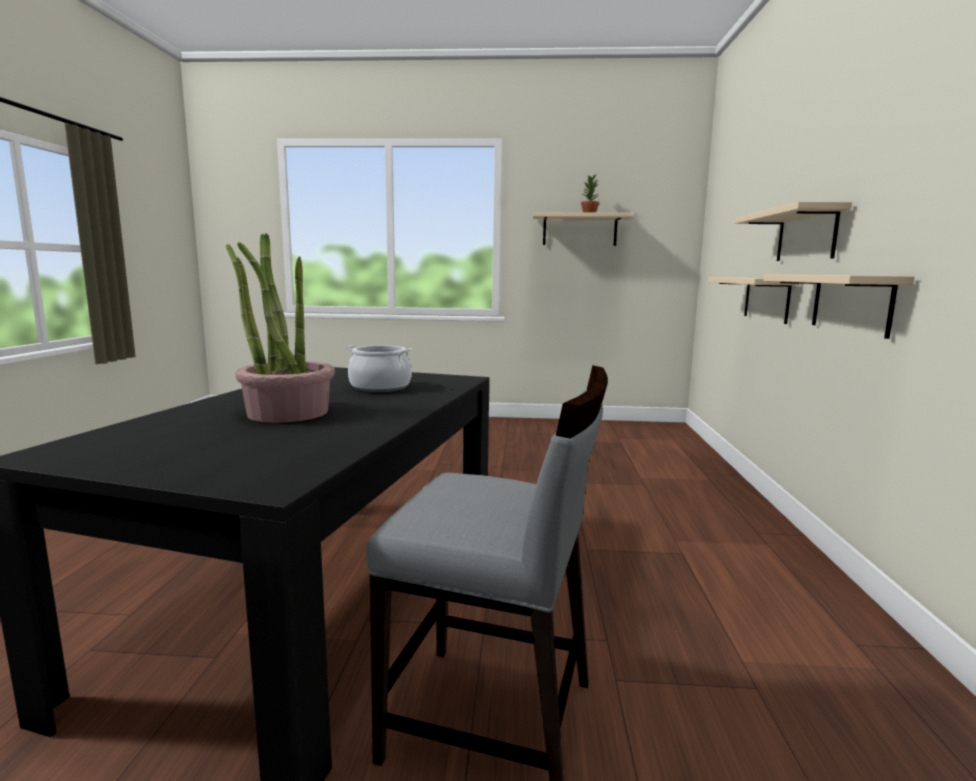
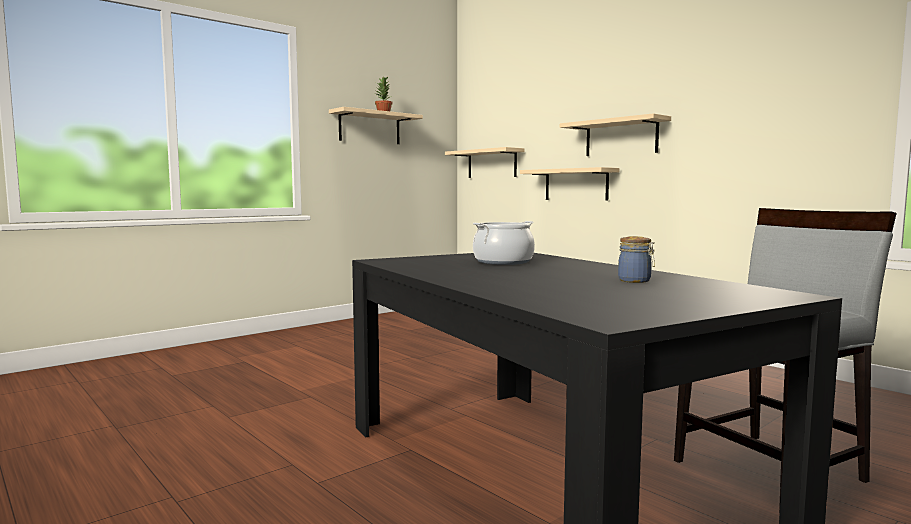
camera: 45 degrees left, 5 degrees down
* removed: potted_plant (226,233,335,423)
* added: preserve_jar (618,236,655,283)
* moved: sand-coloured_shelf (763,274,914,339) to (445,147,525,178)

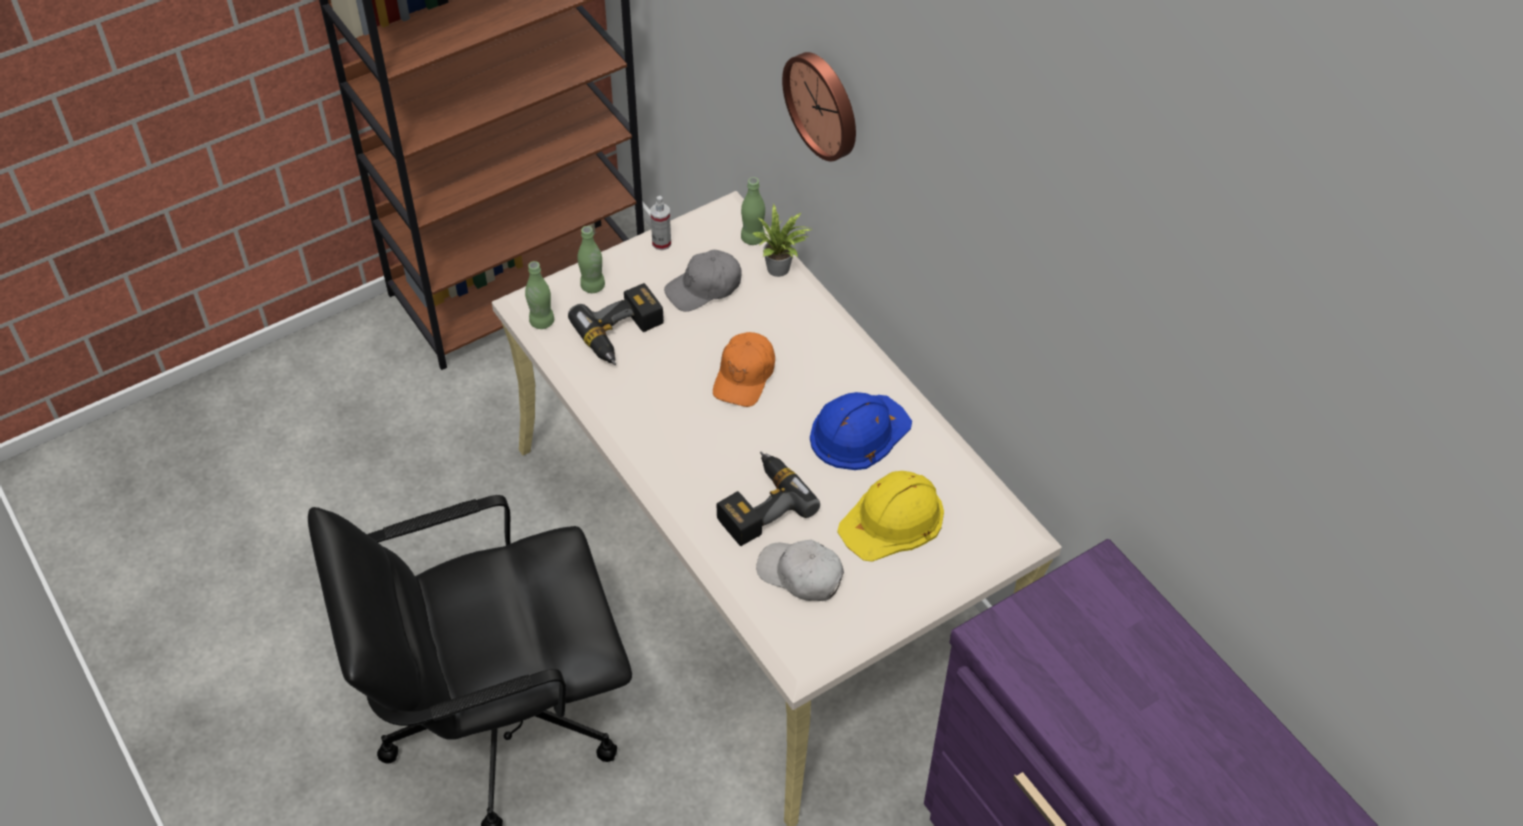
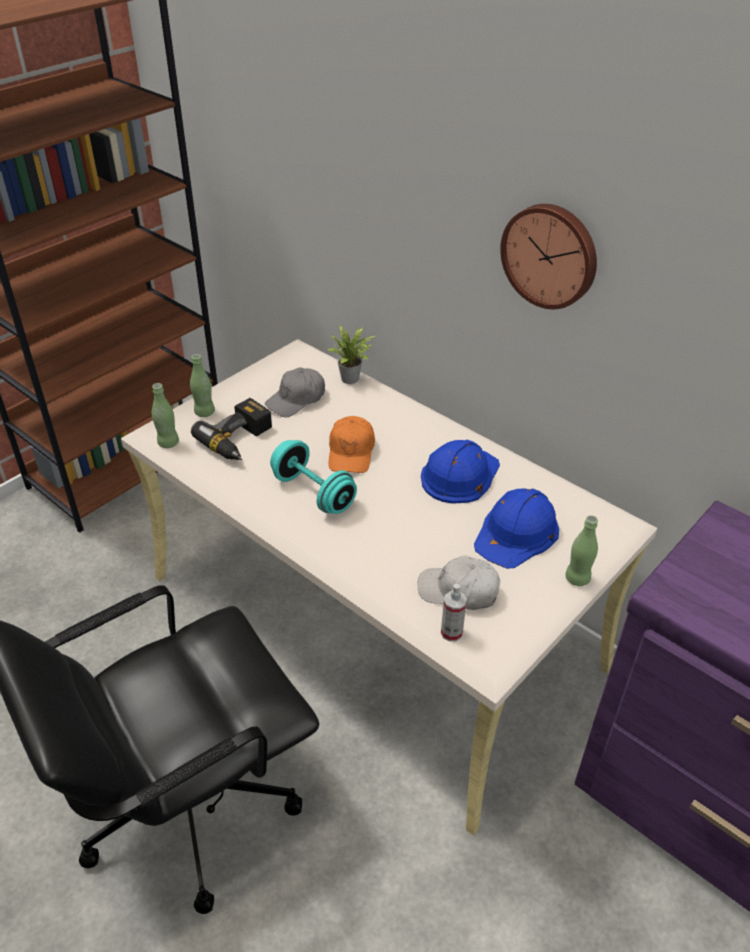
camera: 15 degrees left, 10 degrees down
* removed: electric_drill (717,452,820,546)
* added: blue-green_hand_weight (270,440,357,514)
* moved: hand_sprayer (650,196,671,250) to (441,584,467,641)
* moved: green-coloured_beverage_bottle (741,177,765,245) to (565,515,598,586)
* moved: wall_clock (782,52,856,161) to (500,204,597,309)
* recoloured: yellow-coloured_hard_hat (837,471,944,562) to blue_hard_hat (474,488,559,569)

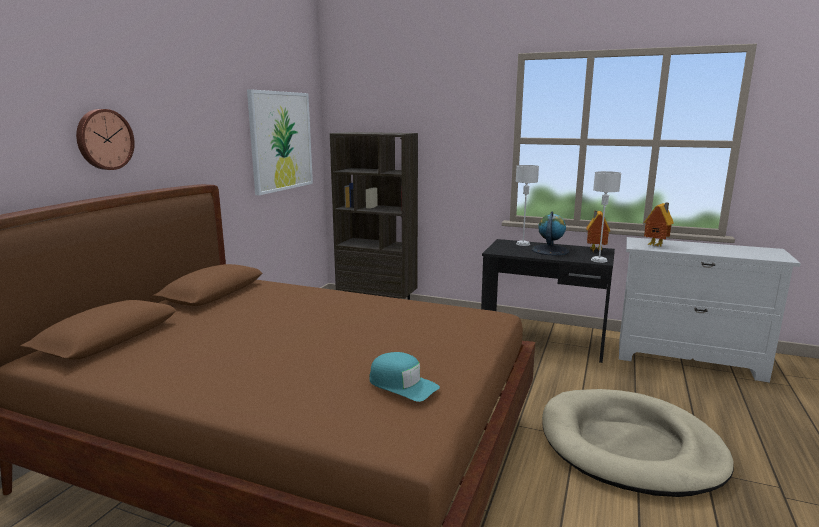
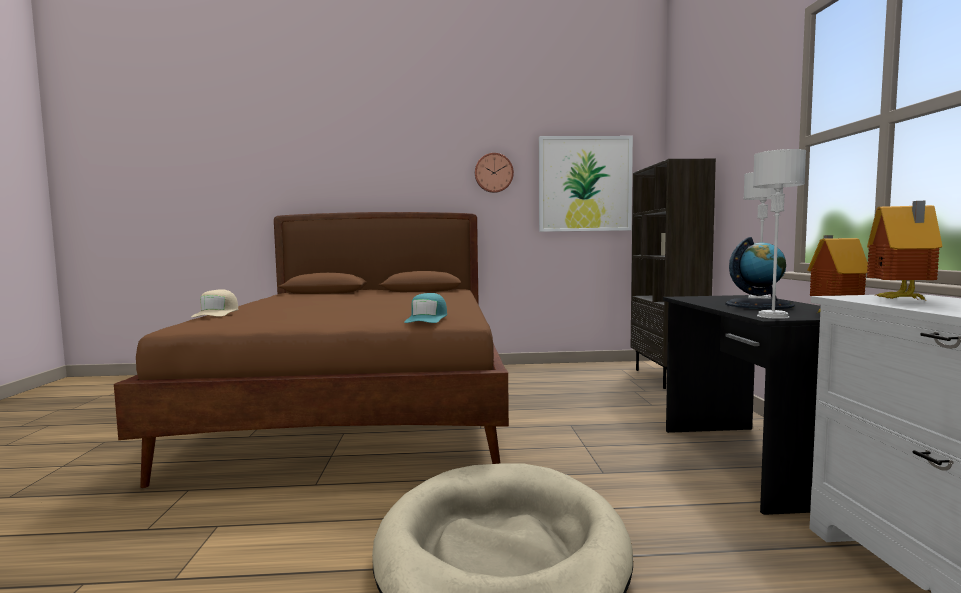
camera: 65 degrees right, 10 degrees down
* added: sand-coloured_baseball_cap (191,289,238,317)
* moved: wall_clock (76,109,135,170) to (475,153,514,193)
* moved: blue-green_baseball_cap (369,352,440,402) to (405,293,447,323)

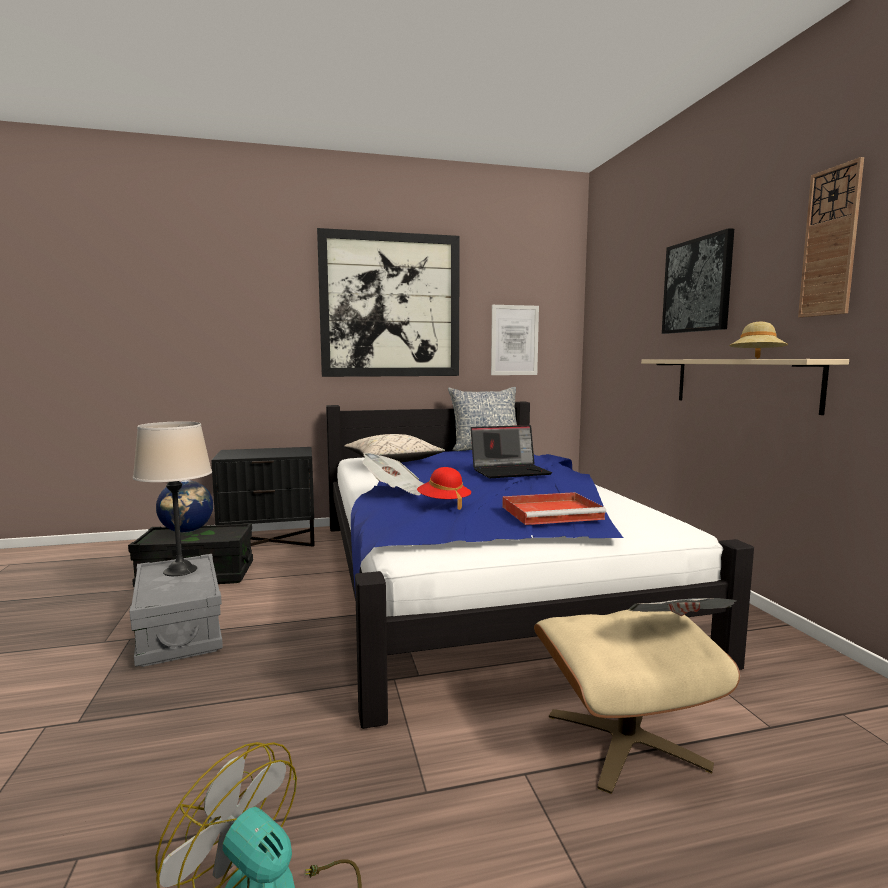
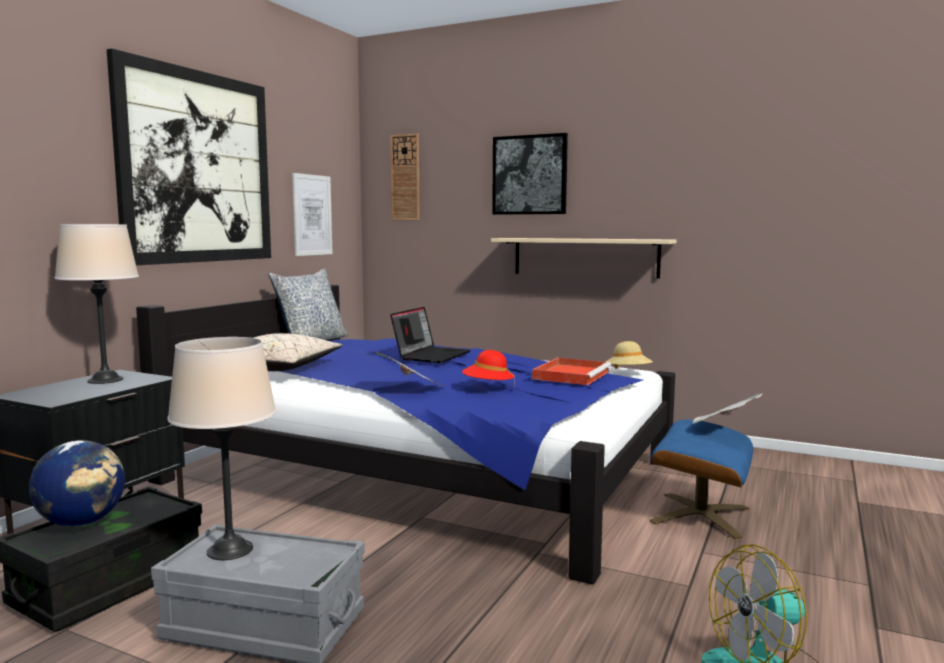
camera: 50 degrees left, 0 degrees up
* added: sand-coloured_tabletop_lamp (54,224,139,384)
* moved: sand-coloured_clothing_hat (729,322,788,359) to (605,341,653,369)
* moved: wall_clock (798,157,864,318) to (390,134,420,220)
* recoloured: sand-coloured_ottoman (534,609,740,794) to blue_ottoman (650,419,753,539)

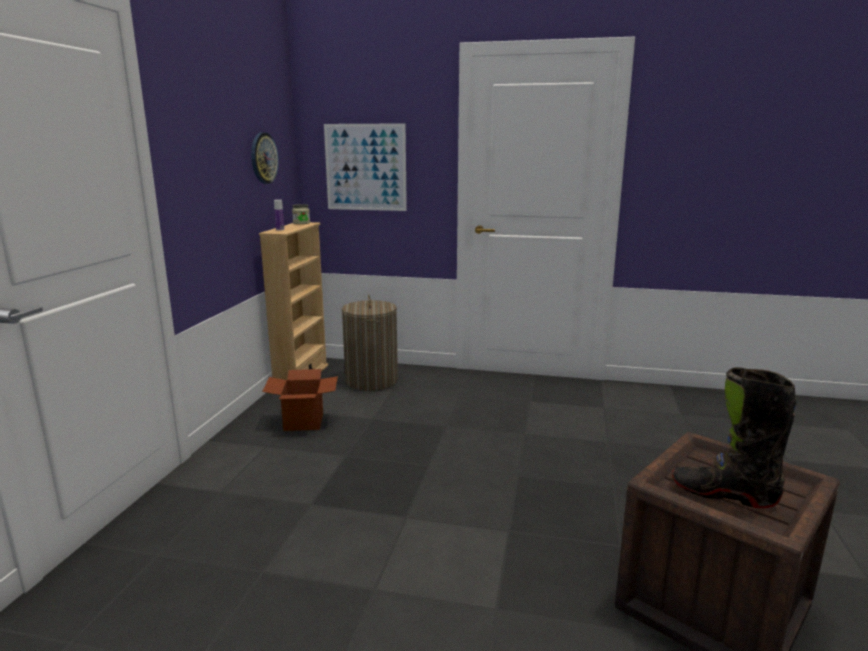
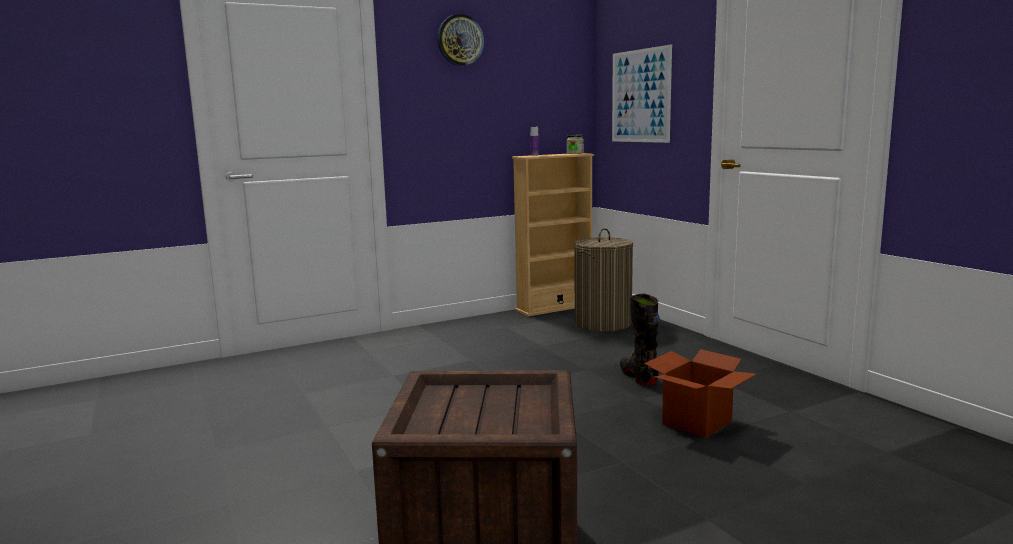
camera: 50 degrees right, 5 degrees down
* moved: wall_clock (251,132,279,184) to (437,14,485,66)
* moved: packing_box (262,369,338,431) to (644,349,756,438)
* moved: black-coloured_tall_boot (672,367,797,508) to (620,294,660,385)

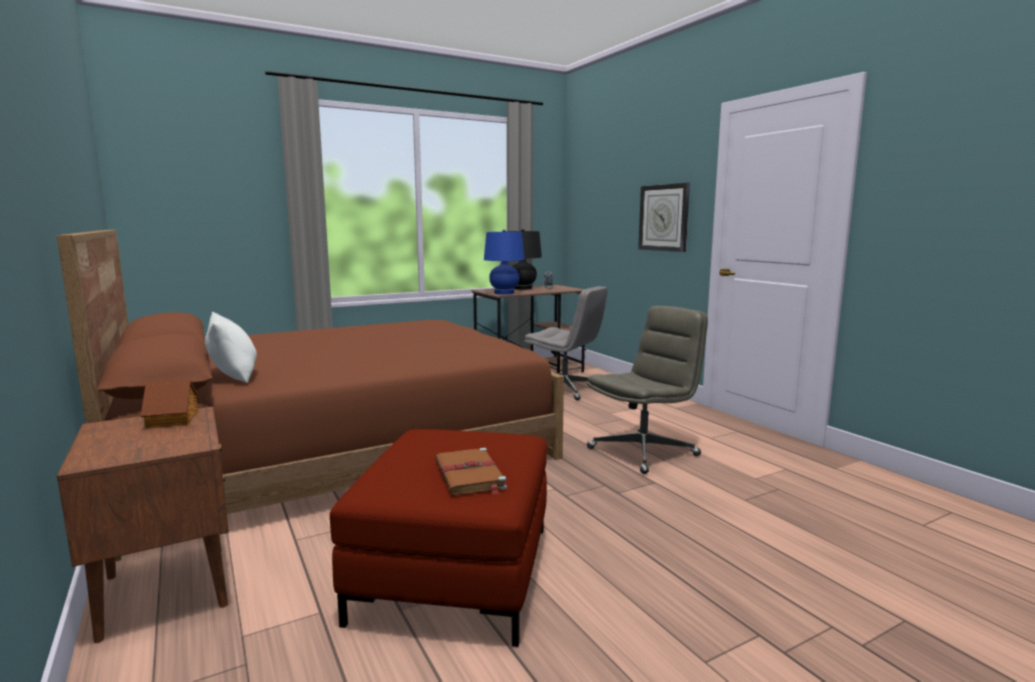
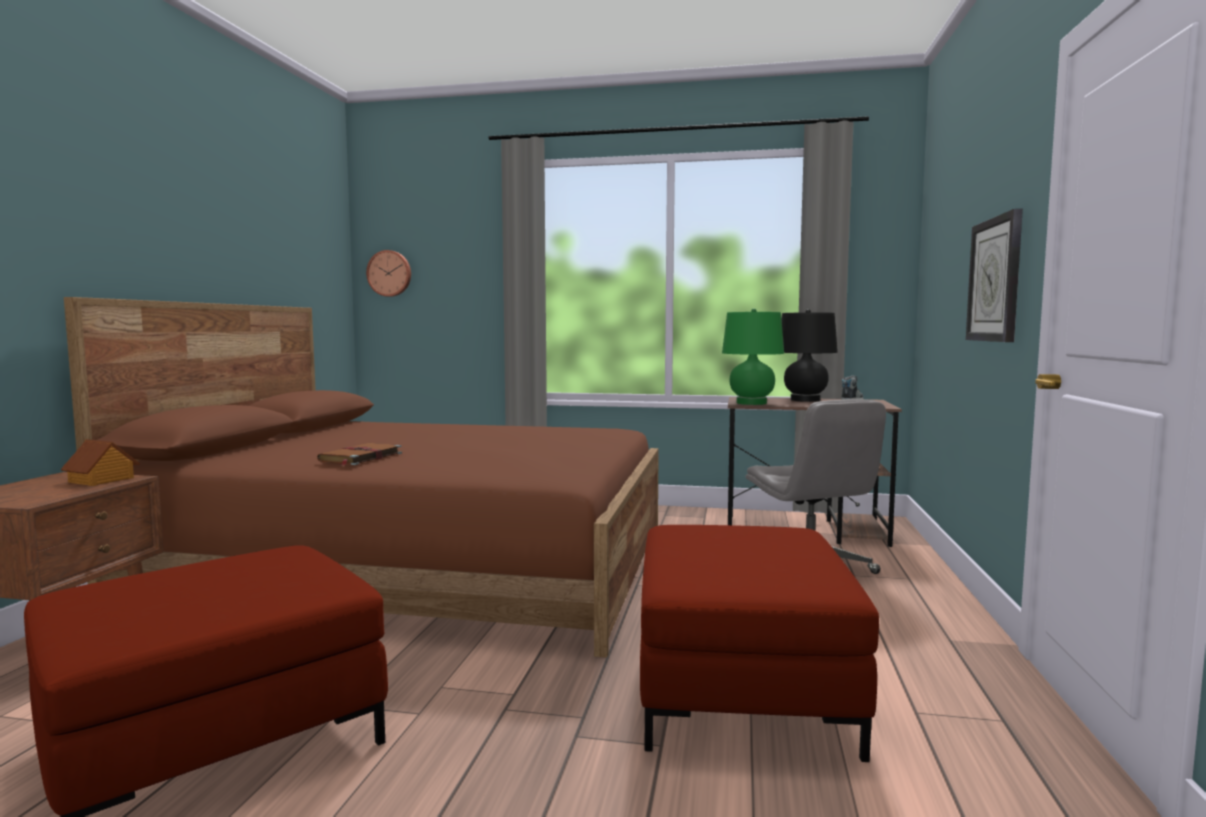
camera: 40 degrees right, 5 degrees down
* removed: white_throw_pillow (205,312,257,383)
* added: wall_clock (366,250,411,297)
* moved: brown_volume (435,448,507,495) to (317,443,402,466)
* replaced: grey_desk_chair (587,306,708,474) to red_ottoman (640,525,879,762)
* recoloured: blue_tabletop_lamp (484,229,525,295) to green-coloured_tabletop_lamp (722,308,784,405)

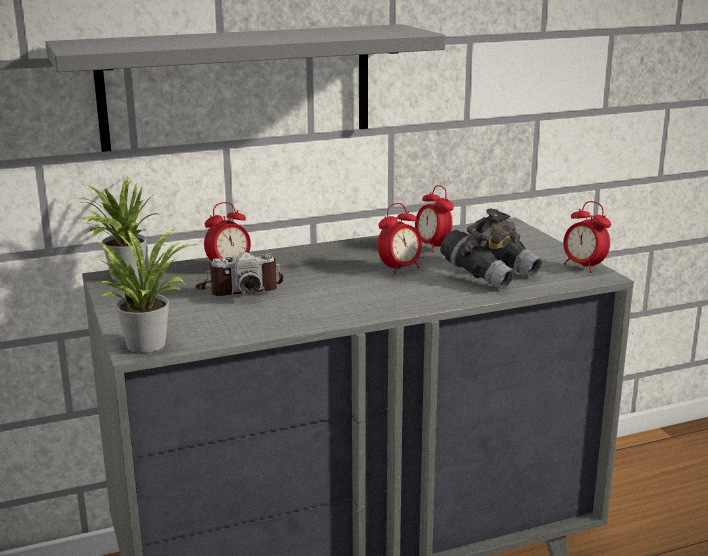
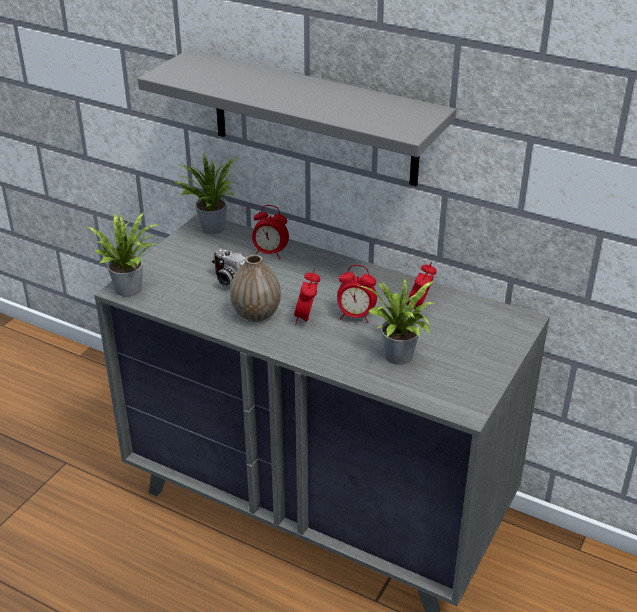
camera: 50 degrees right, 15 degrees up
* added: vase (230,254,281,322)
* moved: bedside_clock (563,201,611,273) to (294,269,320,326)
* replaced: grey_binoculars (440,208,542,290) to potted_plant (356,277,436,365)

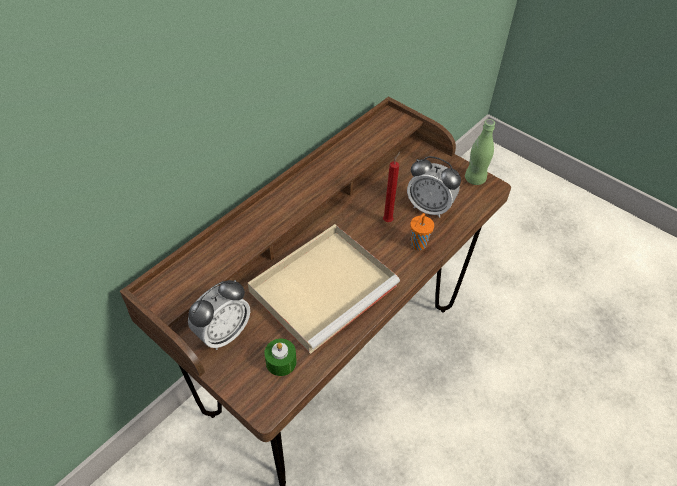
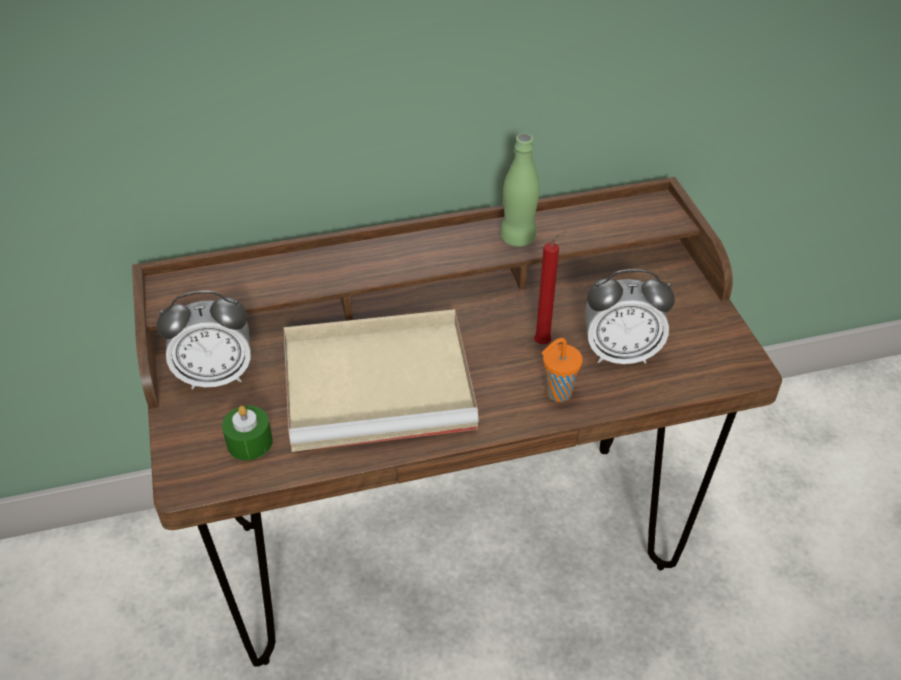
camera: 35 degrees right, 5 degrees down
* moved: green-coloured_beverage_bottle (465,119,495,185) to (500,133,540,247)
* turned: bedside_clock (407,156,461,218) = (585,269,675,364) 60 degrees counterclockwise

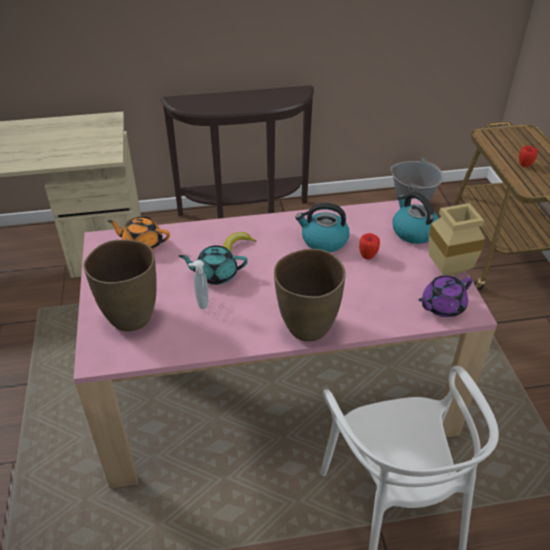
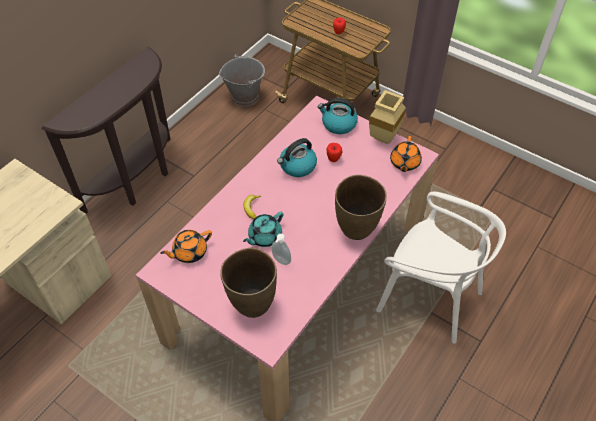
camera: 45 degrees left, 10 degrees up
* recoloured: purple_pot_for_tea (418,275,473,317) to orange-coloured_pot_for_tea (390,136,422,172)

